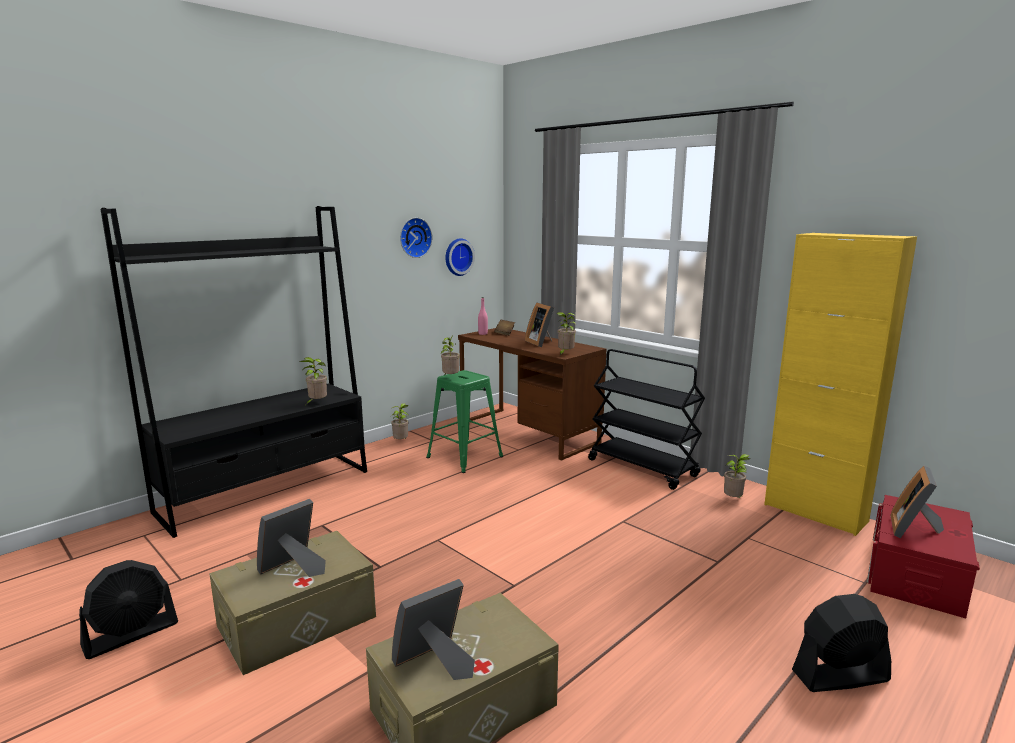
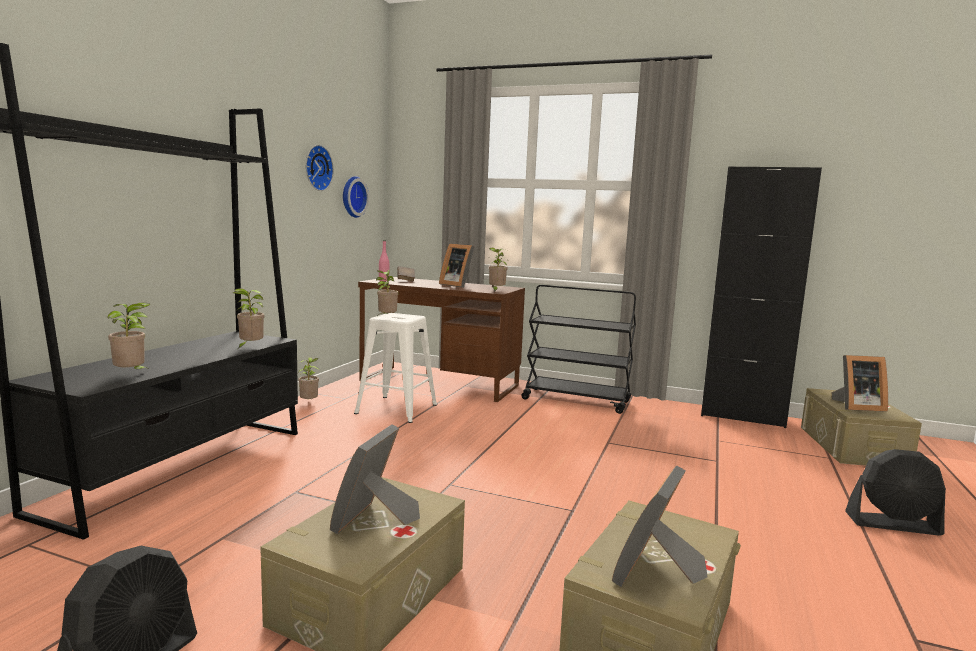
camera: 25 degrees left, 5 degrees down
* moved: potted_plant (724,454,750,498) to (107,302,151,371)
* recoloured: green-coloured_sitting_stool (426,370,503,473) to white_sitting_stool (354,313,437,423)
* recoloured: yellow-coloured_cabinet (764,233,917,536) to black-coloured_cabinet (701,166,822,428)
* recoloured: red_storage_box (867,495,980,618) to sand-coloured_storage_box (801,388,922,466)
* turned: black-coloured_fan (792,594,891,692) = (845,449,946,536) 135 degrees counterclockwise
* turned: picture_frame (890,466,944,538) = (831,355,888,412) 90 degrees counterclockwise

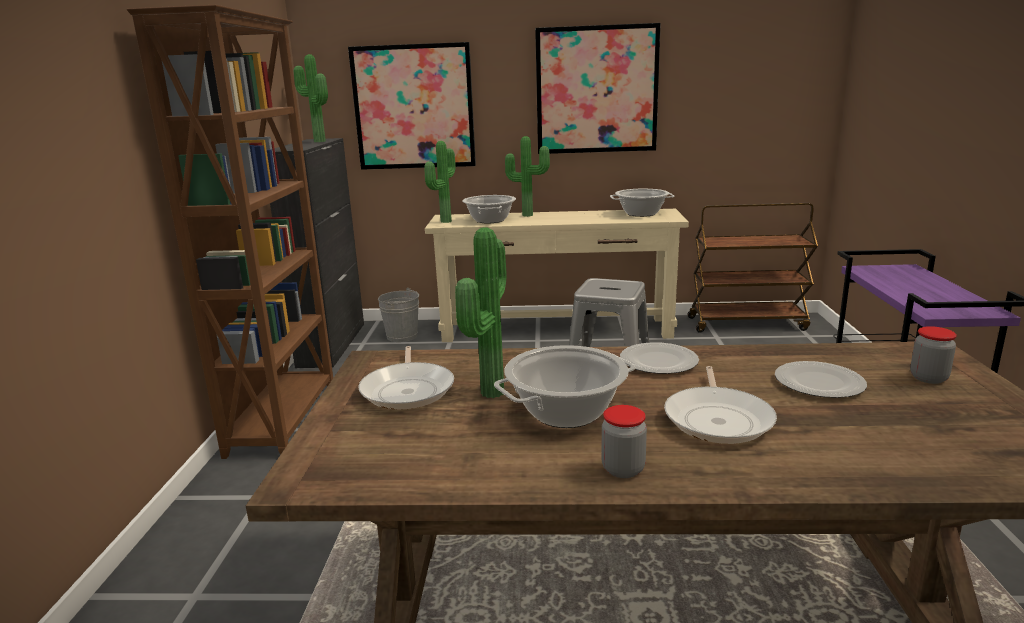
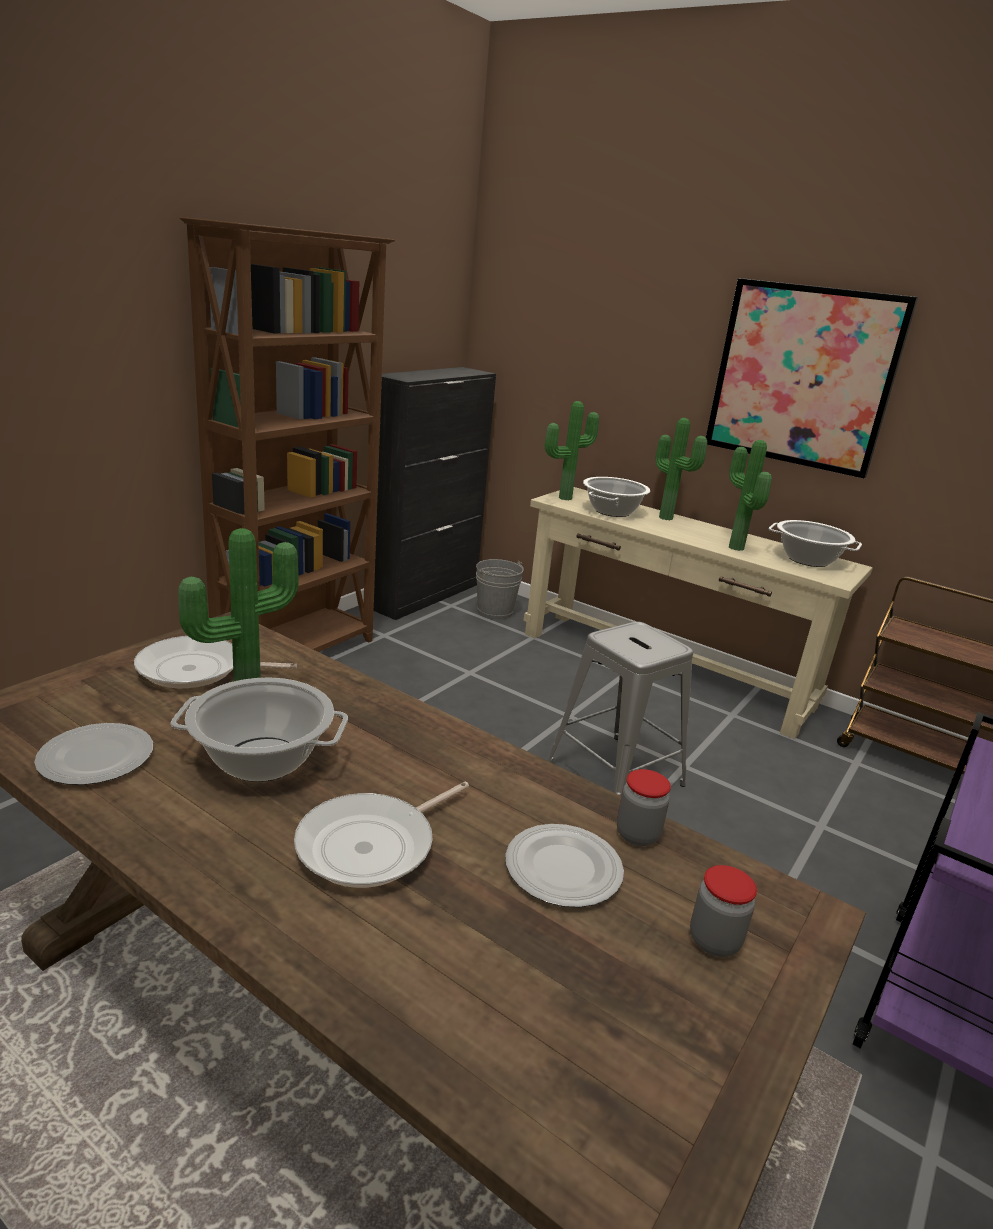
camera: 30 degrees right, 5 degrees up
* removed: picture (348,42,476,170)
* moved: potted_plant (294,54,328,142) to (729,440,772,551)
* moved: preserve_jar (601,405,647,478) to (617,769,671,846)
* moved: flat_dish (620,342,699,374) to (34,723,153,785)
* turned: skillet (359,346,454,410) = (134,636,297,688) 60 degrees clockwise

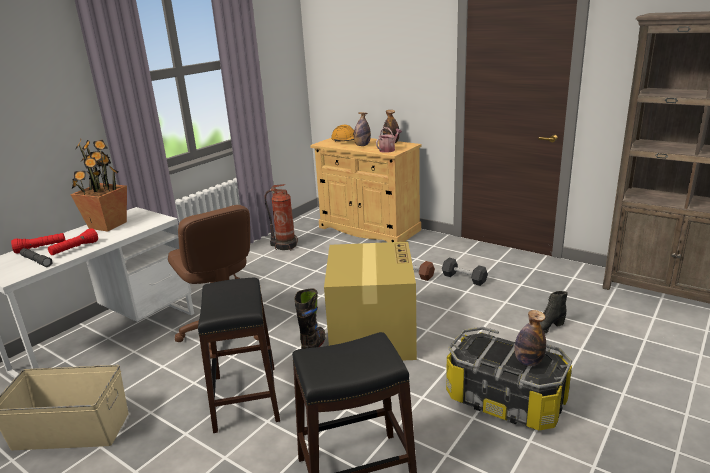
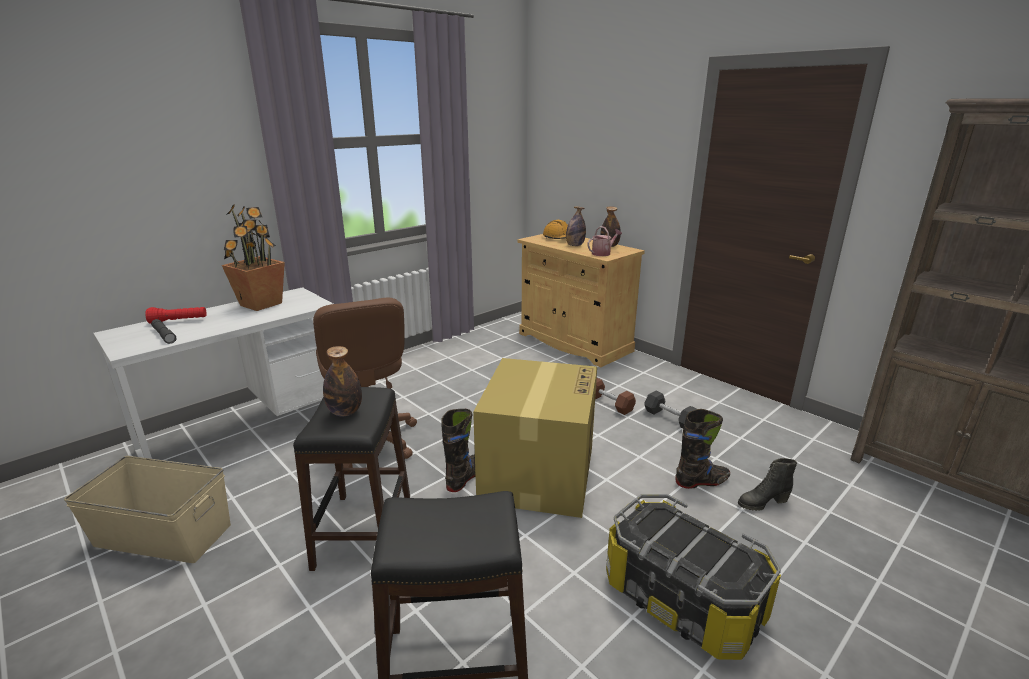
camera: 10 degrees right, 0 degrees up
* removed: red_hand_torch (48,228,98,255)
* removed: extinguisher (264,184,298,251)
* added: black-coloured_tall_boot (675,409,730,489)
* moved: beverage_bottle (515,310,546,366) to (323,346,362,416)

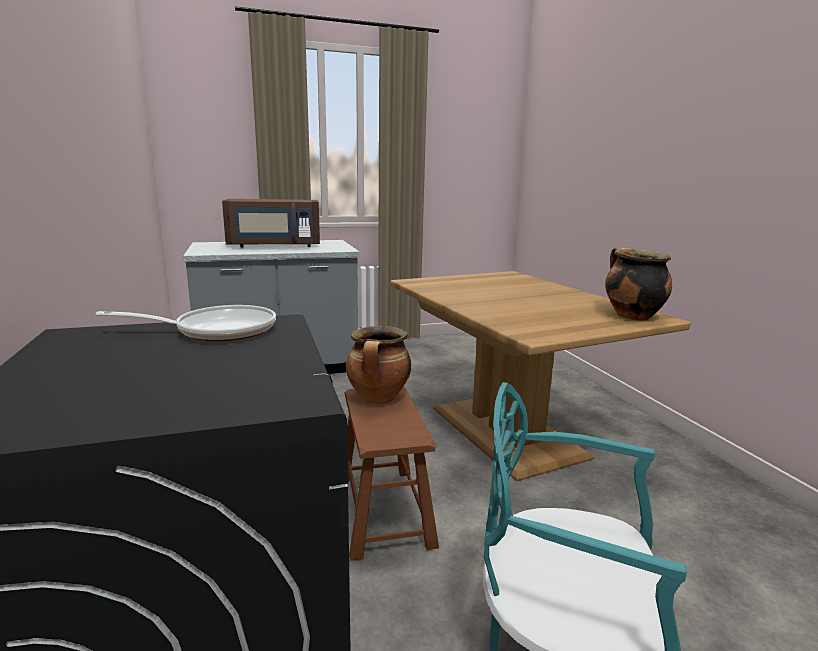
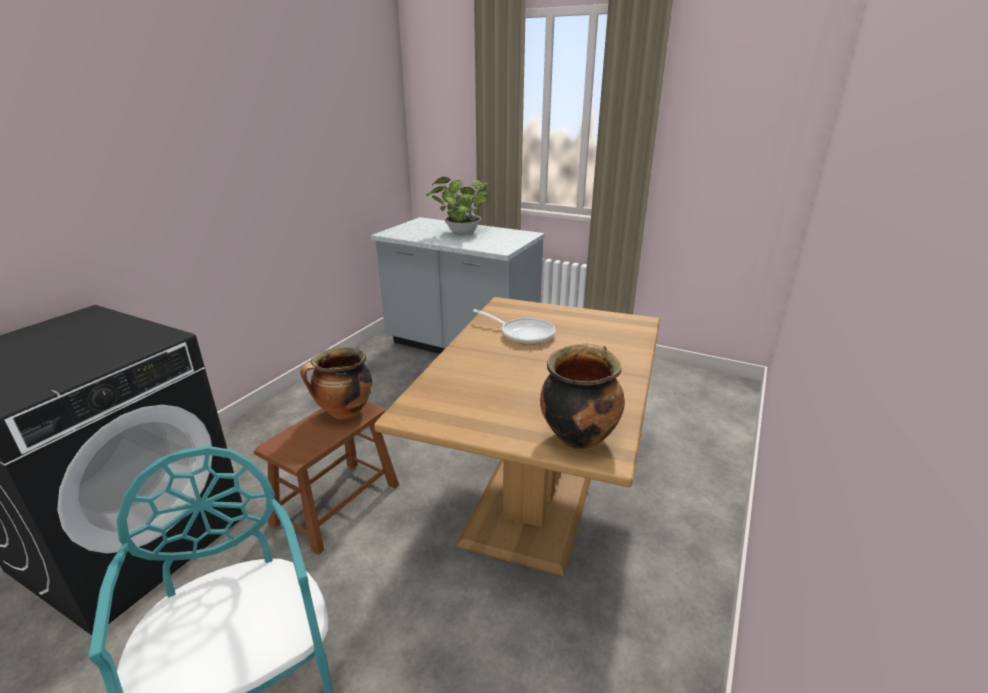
camera: 45 degrees right, 10 degrees up
* moved: skillet (95,305,276,341) to (473,309,555,345)
* replaced: brown_kitchen_microwave (222,199,320,248) to potted_plant (426,177,488,235)

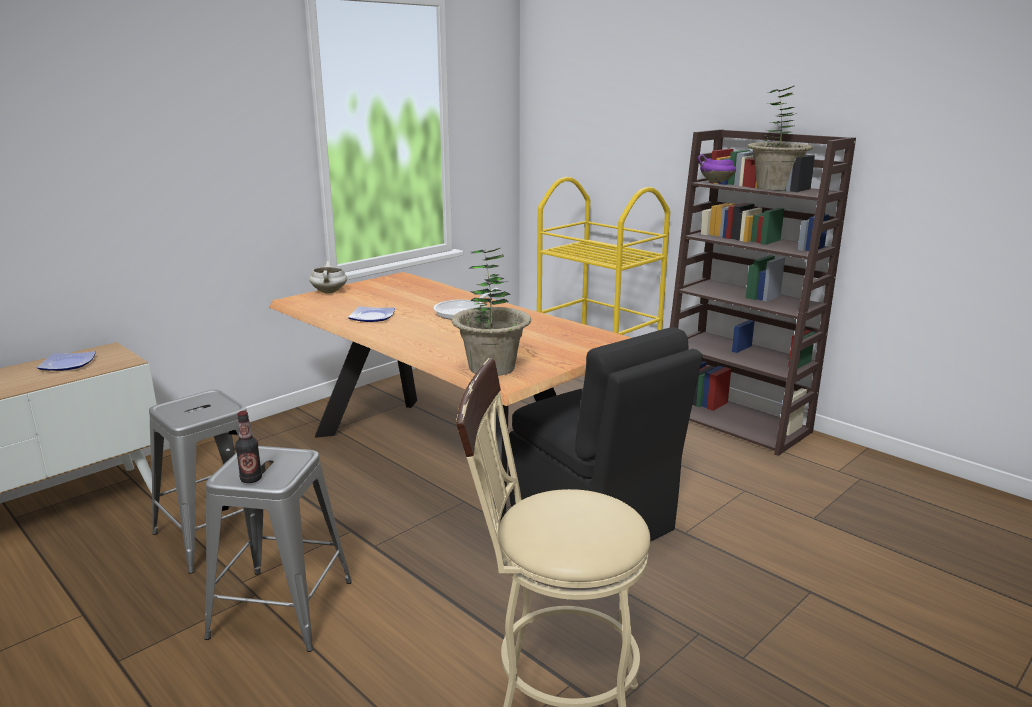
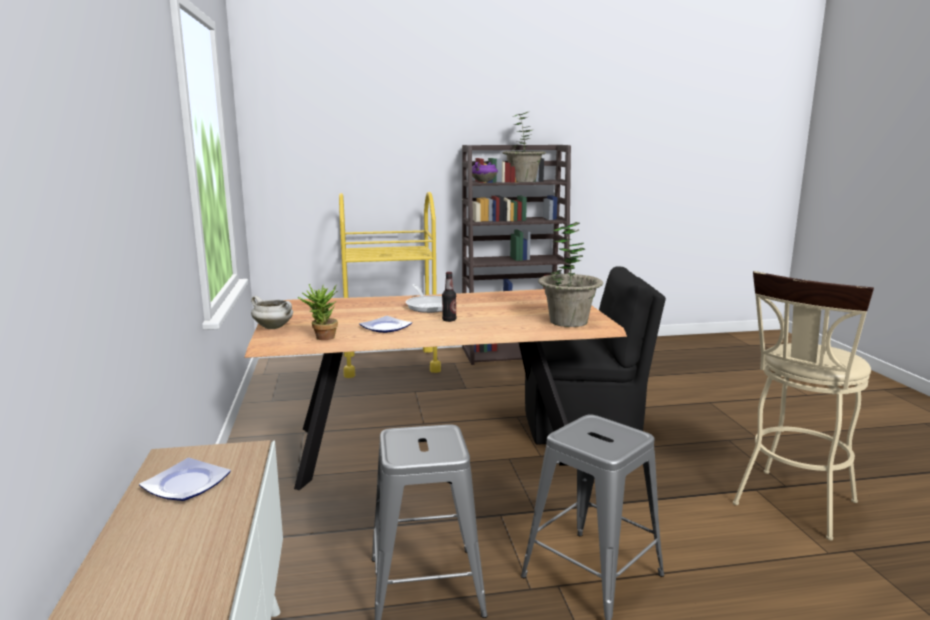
camera: 55 degrees left, 5 degrees down
* added: potted_plant (298,284,338,340)
* moved: beverage_bottle (235,411,262,483) to (442,272,456,322)

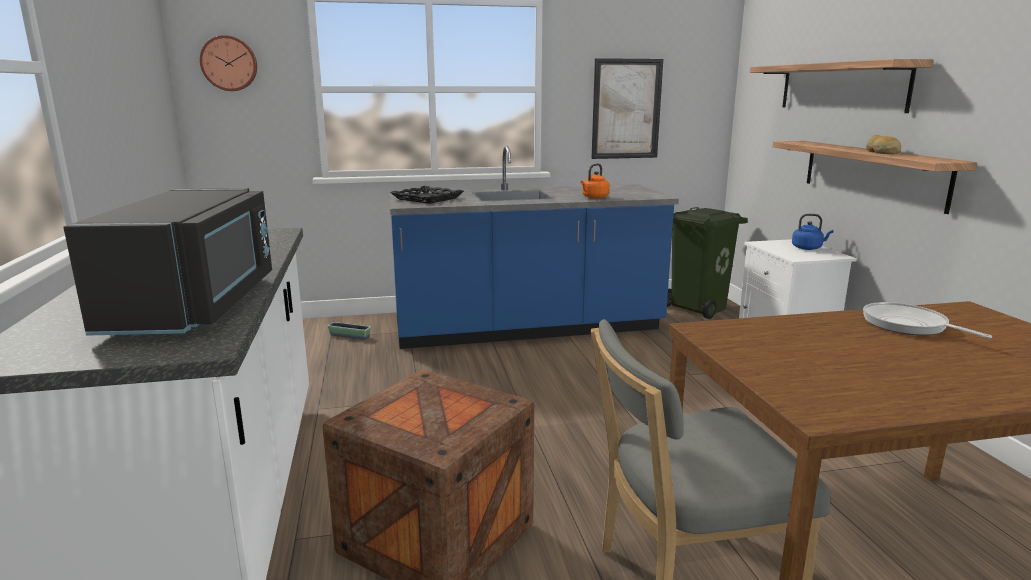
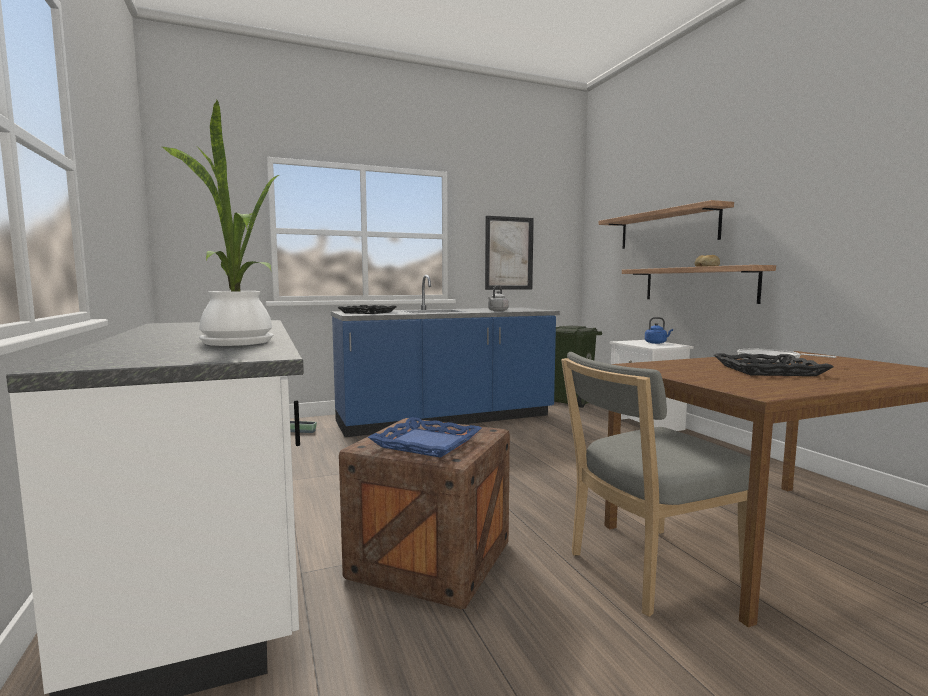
camera: 10 degrees left, 10 degrees down
* removed: wall_clock (200,35,257,91)
* added: blue_serving_tray (368,417,482,458)
* added: black-coloured_serving_tray (714,353,834,376)
* replaced: black-coloured_kitchen_microwave (63,188,272,336) to potted_plant (163,99,279,346)
* recoloured: orange-coloured_water_kettle (580,163,610,199) to grey_water_kettle (488,285,509,311)

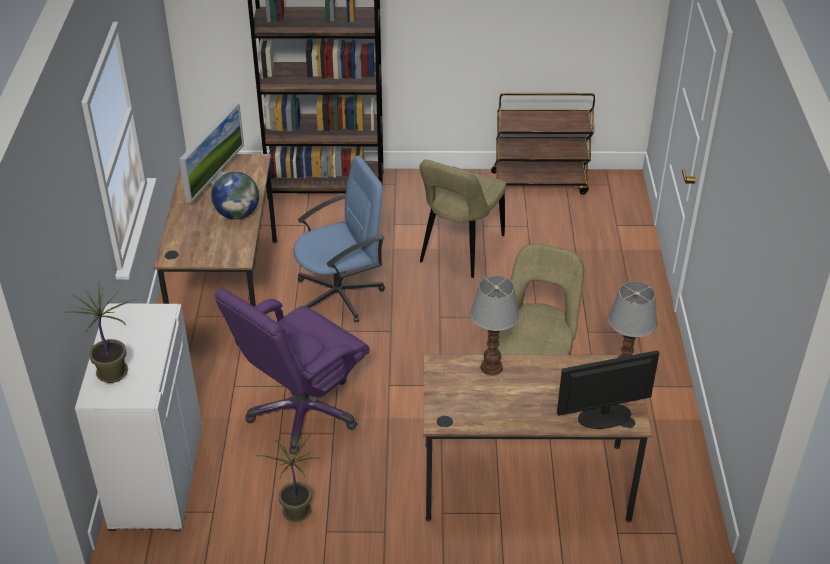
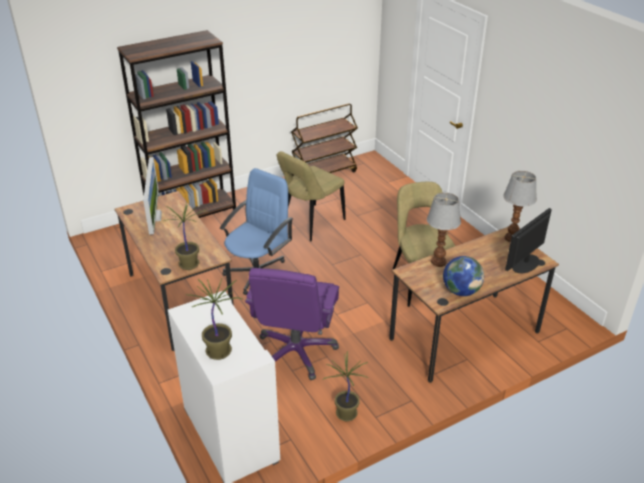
camera: 30 degrees left, 5 degrees down
* added: potted_plant (164,202,208,270)
* moved: world_globe (211,172,259,219) to (443,256,484,296)
* turned: sand-coloured_upright_chair (420,159,506,278) = (277,151,346,242) 45 degrees clockwise

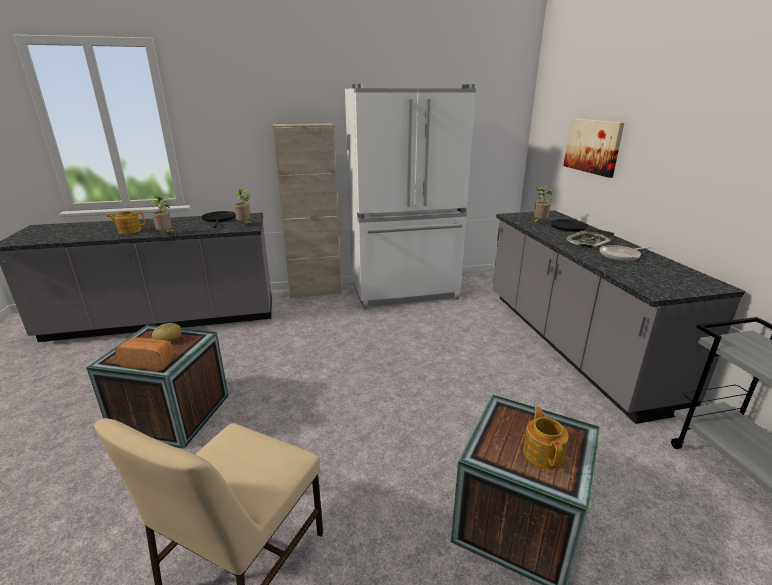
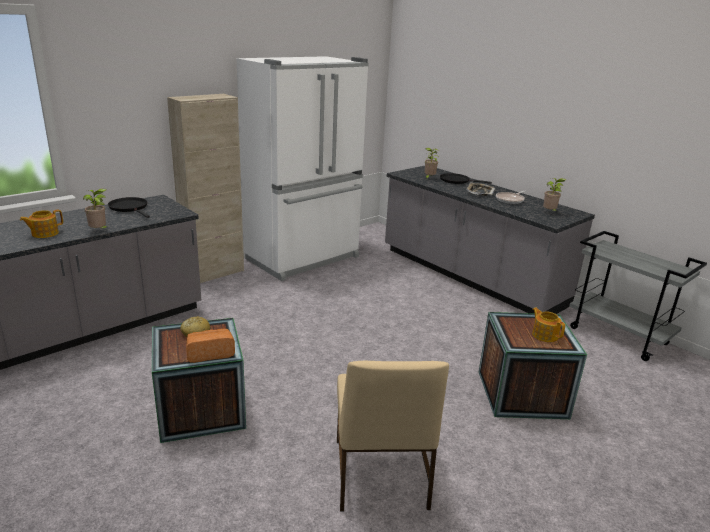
camera: 30 degrees left, 0 degrees up
* removed: picture (563,118,624,178)
* moved: potted_plant (233,189,253,225) to (543,178,566,212)

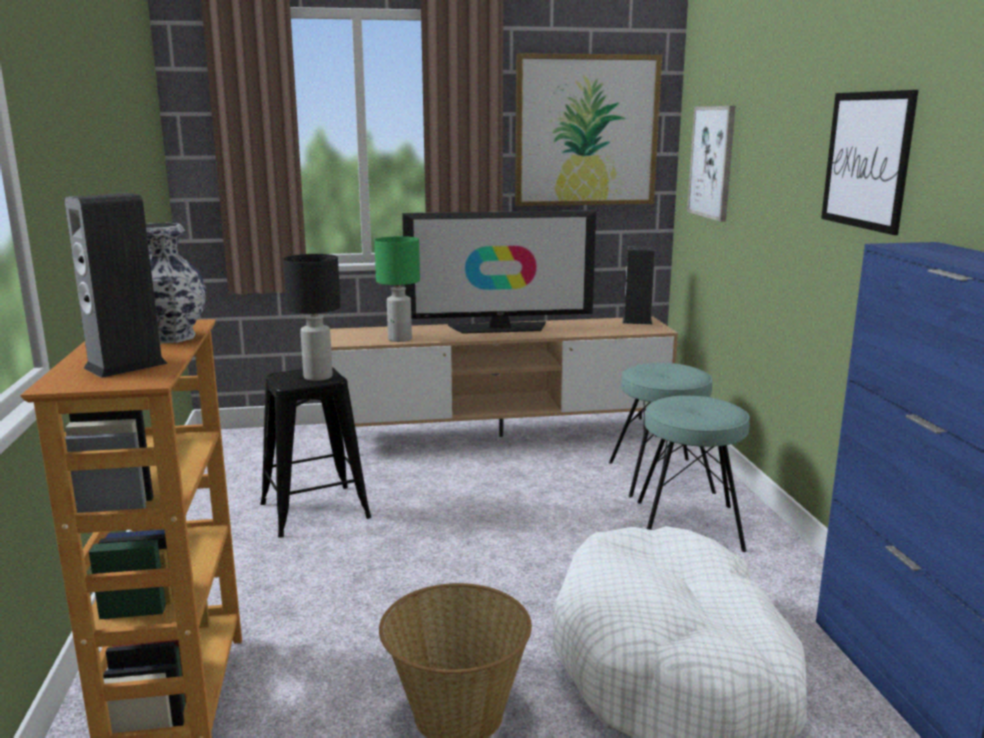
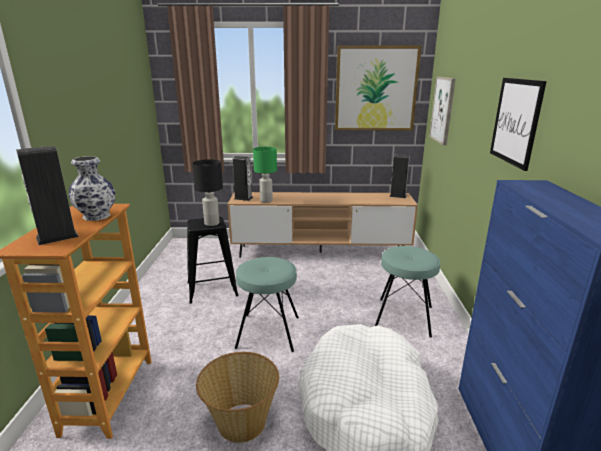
camera: 10 degrees right, 5 degrees up
* removed: TV_set (402,210,596,334)
* added: speaker (233,156,253,201)
* moved: blue-green_sitting_stool (609,363,716,497) to (235,257,299,352)

